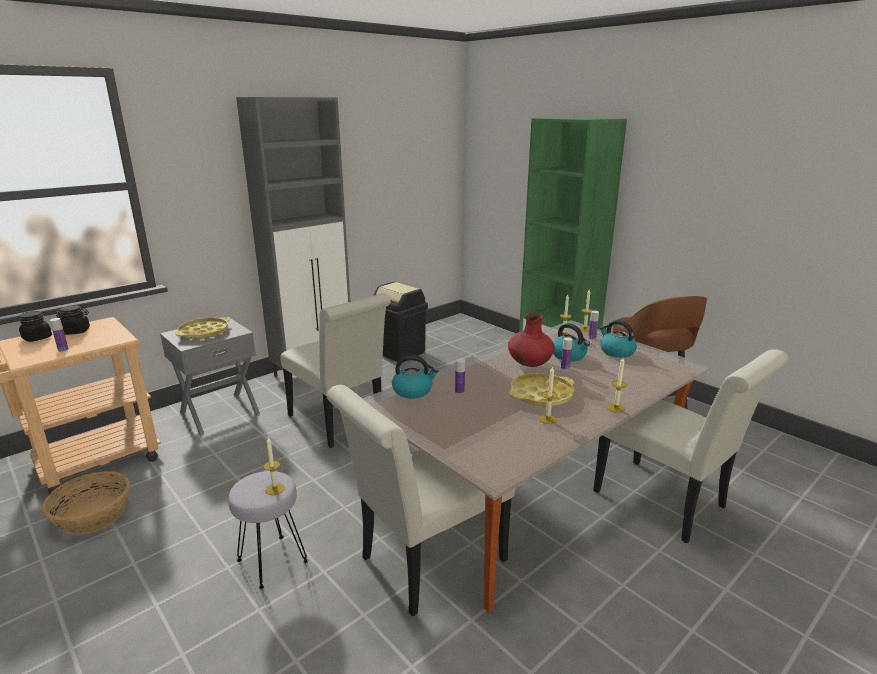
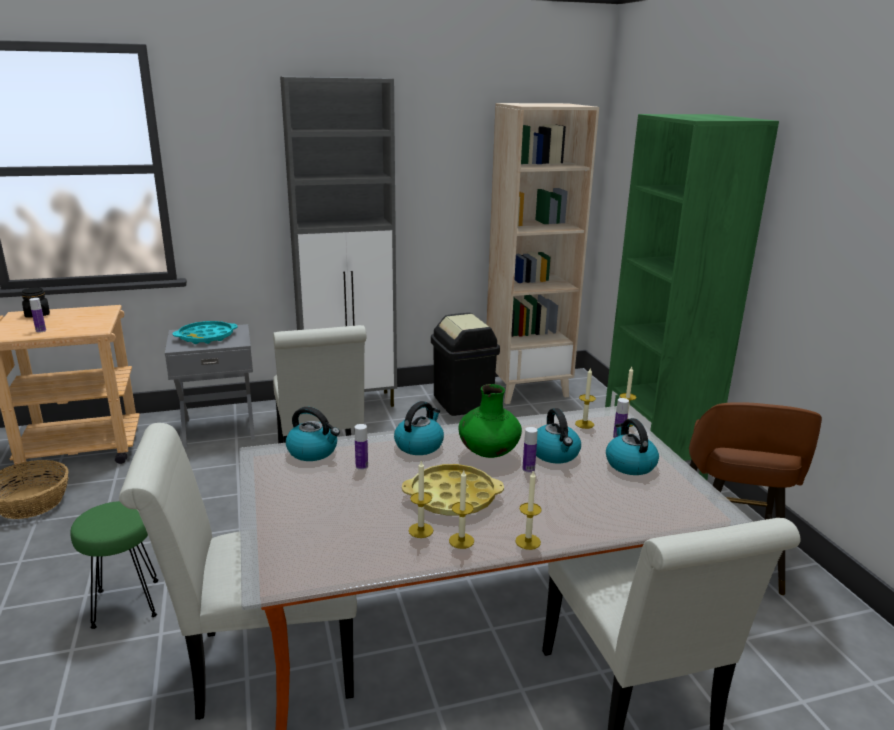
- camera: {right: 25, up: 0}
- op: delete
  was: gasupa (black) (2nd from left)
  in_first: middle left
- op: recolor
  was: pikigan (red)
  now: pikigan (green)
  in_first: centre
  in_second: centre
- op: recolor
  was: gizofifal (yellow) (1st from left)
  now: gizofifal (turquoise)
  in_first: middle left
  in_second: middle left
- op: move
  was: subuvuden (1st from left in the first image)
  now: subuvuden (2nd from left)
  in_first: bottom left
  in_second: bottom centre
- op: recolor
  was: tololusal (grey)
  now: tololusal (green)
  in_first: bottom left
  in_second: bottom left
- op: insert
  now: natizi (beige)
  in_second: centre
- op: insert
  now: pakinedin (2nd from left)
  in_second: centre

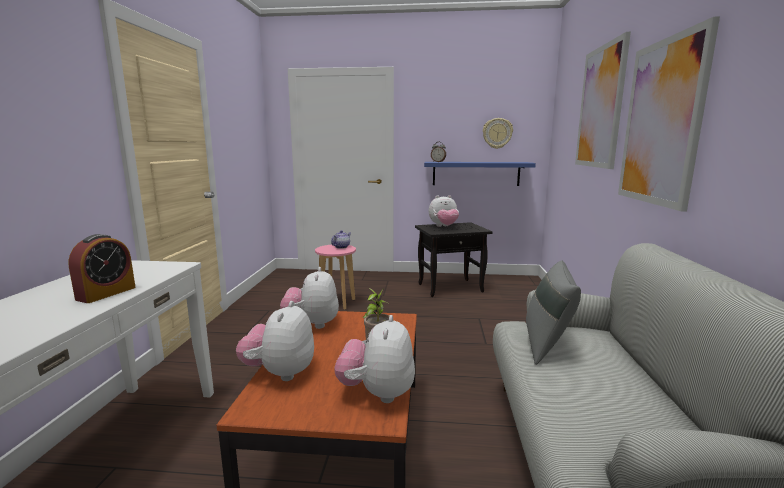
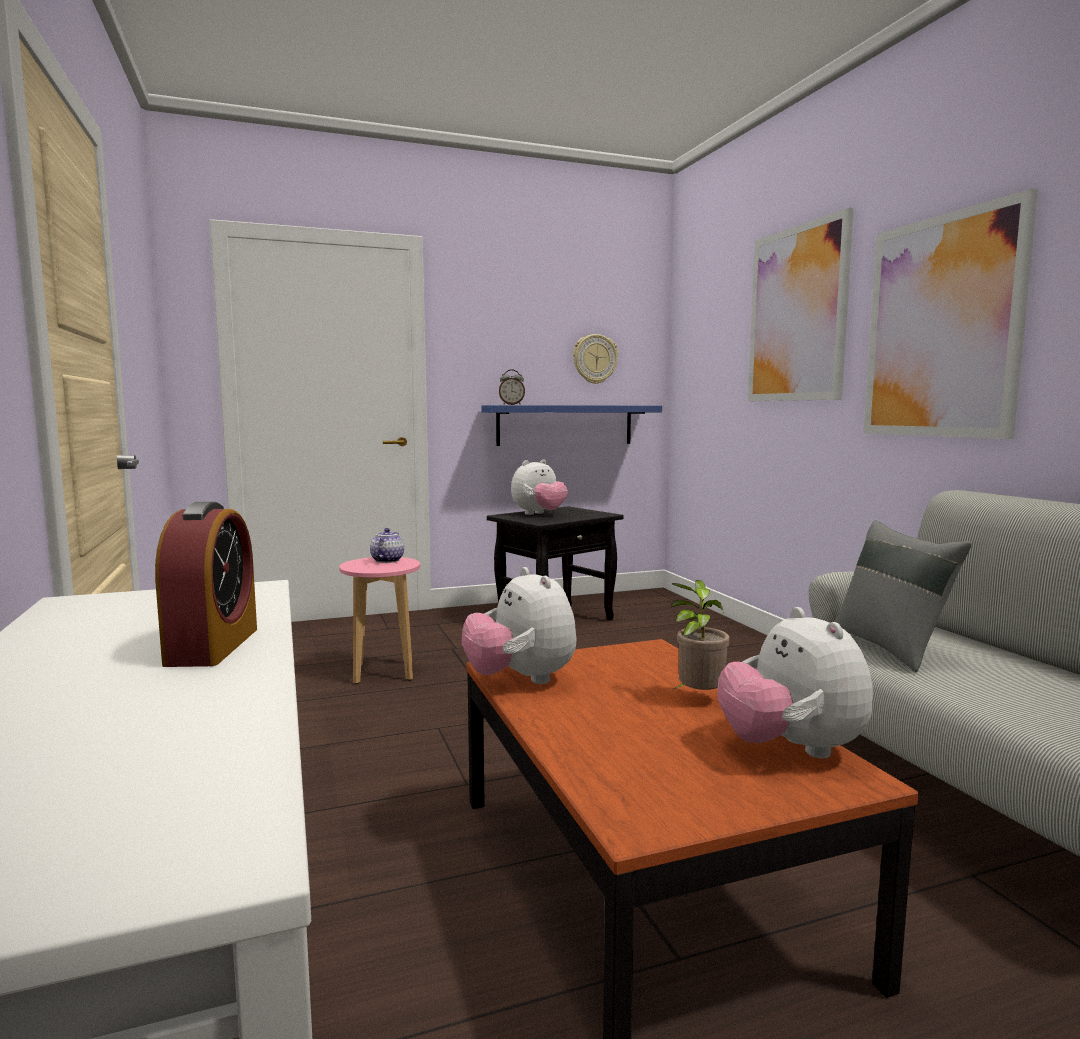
- camera: {right: -25, up: -5}
- op: delete
  was: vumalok (1st from left)
  in_first: bottom centre

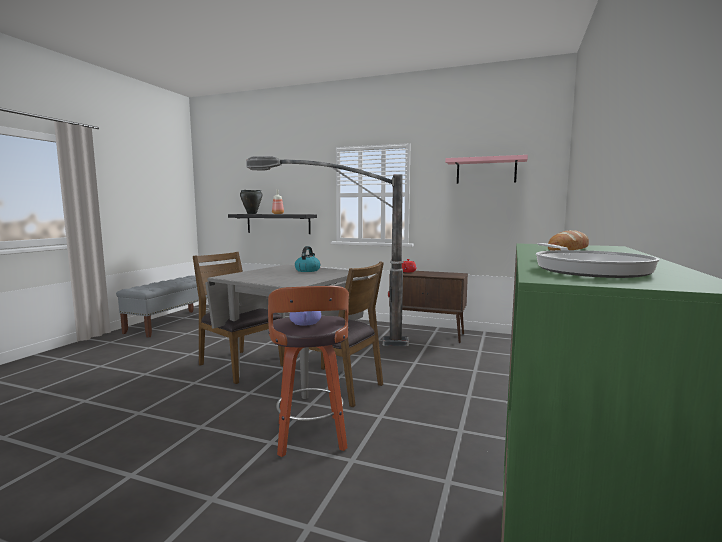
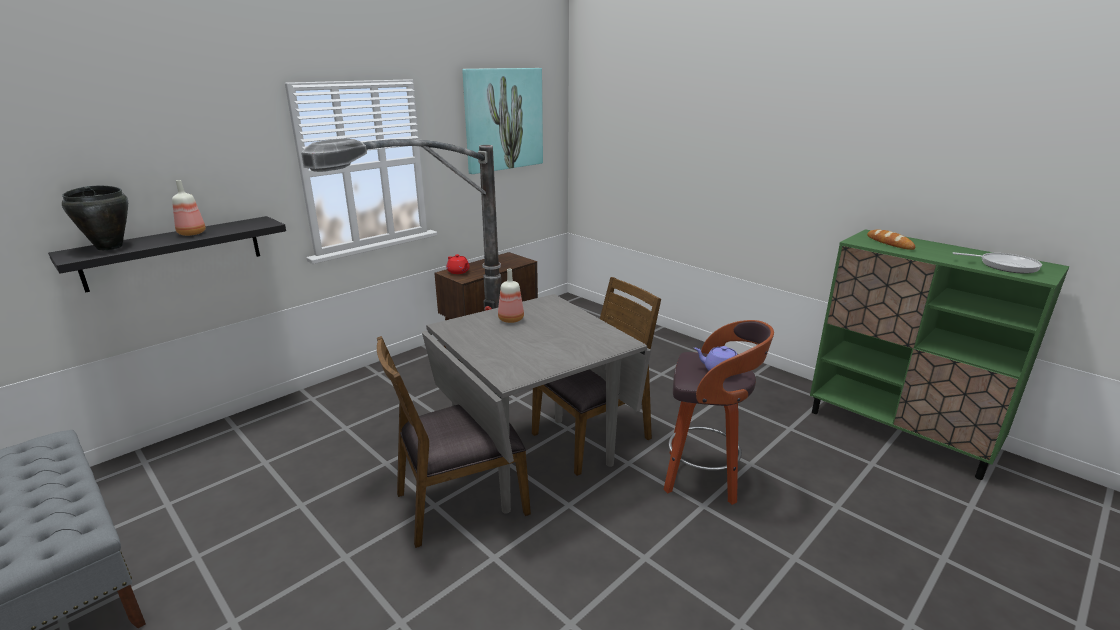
- camera: {right: -65, up: 15}
- op: replace
  was: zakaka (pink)
  now: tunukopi
  in_first: top right
  in_second: top centre
- op: replace
  was: pakinedin
  now: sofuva (2nd from left)
  in_first: centre
  in_second: centre

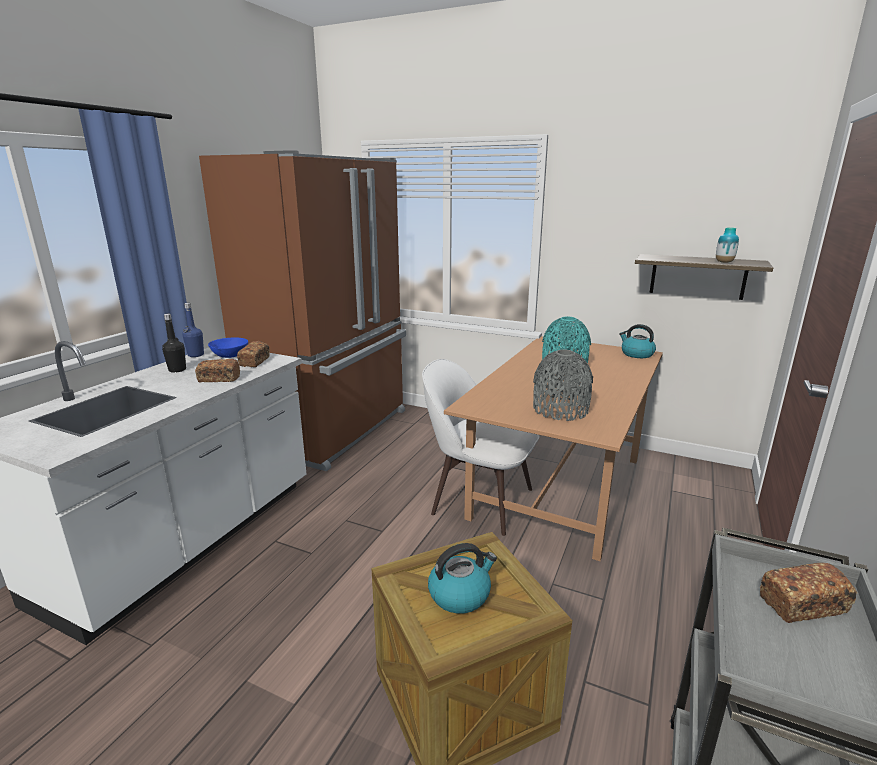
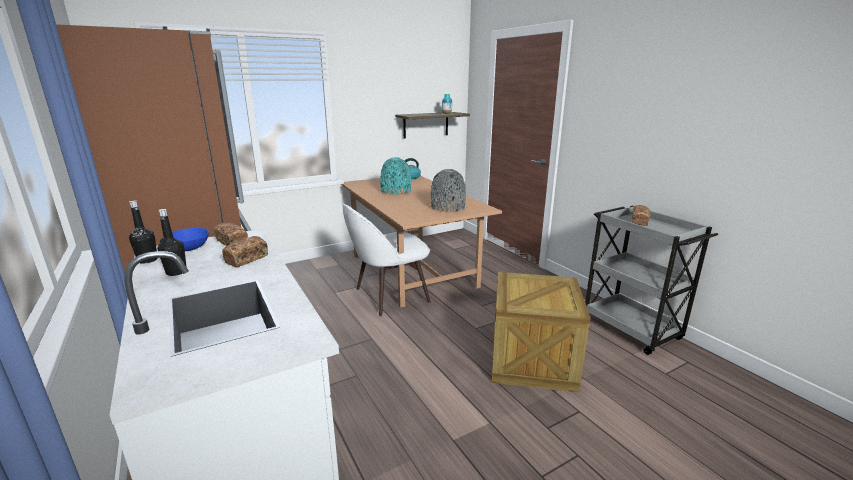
- camera: {right: -55, up: 0}
- op: recolor
  was: sofuva (blue)
  now: sofuva (black) (1st from left)
  in_first: middle left
  in_second: middle left
- op: delete
  was: pakinedin (1st from left)
  in_first: bottom centre

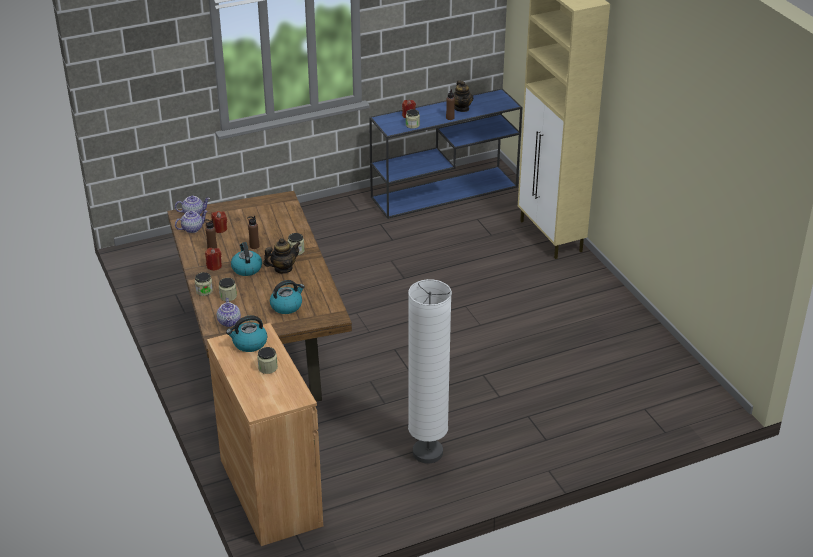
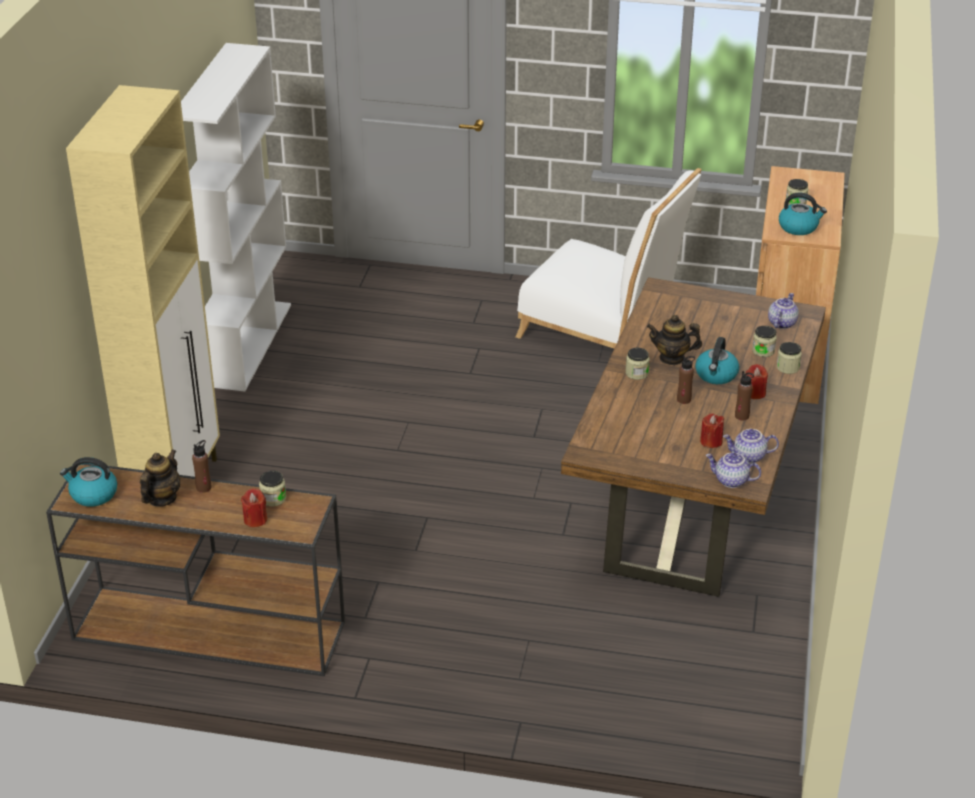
- camera: {right: -145, up: 0}
- op: recolor
  was: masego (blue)
  now: masego (brown)
  in_first: top centre
  in_second: bottom left
- op: replace
  was: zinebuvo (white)
  now: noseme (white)
  in_first: centre
  in_second: top centre
- op: move
  was: pakinedin (3rd from left in the first image)
  now: pakinedin (1st from left)
  in_first: centre
  in_second: middle left
- op: insert
  now: natizi (white)
  in_second: top left

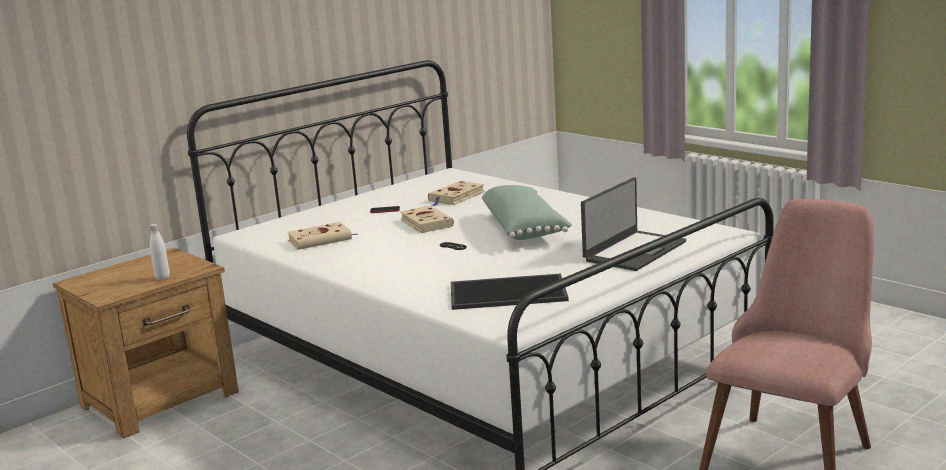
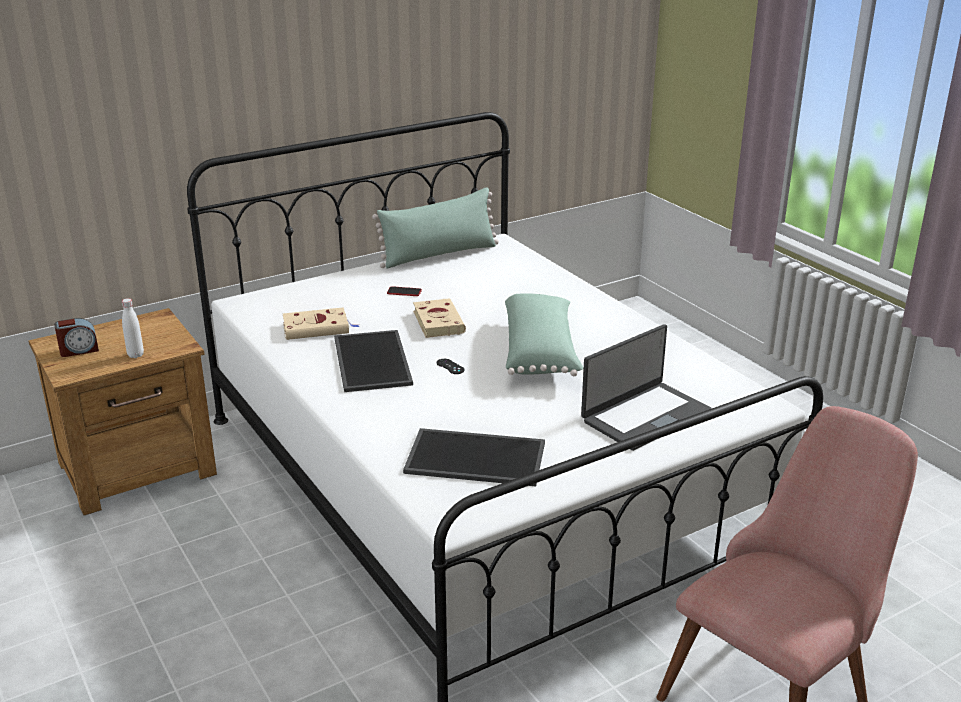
- camera: {right: 10, up: 10}
- op: delete
  was: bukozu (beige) (3rd from left)
  in_first: centre
- op: insert
  now: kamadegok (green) (1st from left)
  in_second: top centre
- op: insert
  now: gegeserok
  in_second: middle left
- op: insert
  now: gizofifal (1st from left)
  in_second: centre

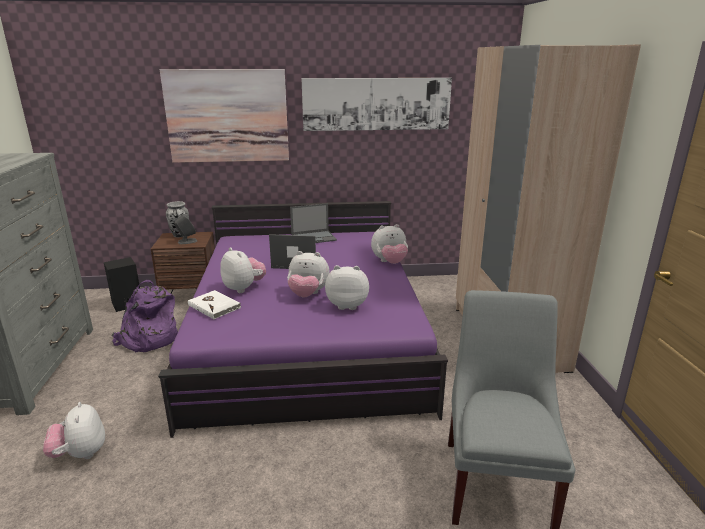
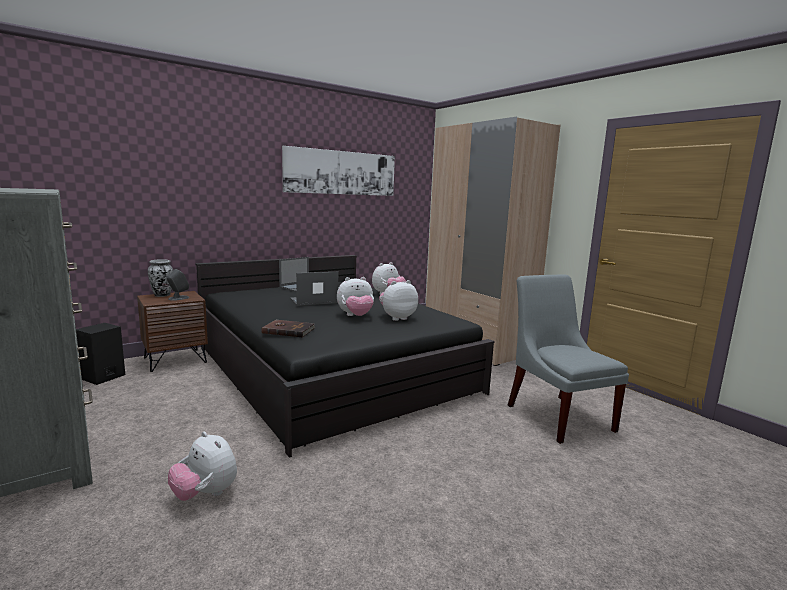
- camera: {right: -30, up: -10}
- op: delete
  was: tunukopi (1st from left)
  in_first: top left
- op: recolor
  was: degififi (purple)
  now: degififi (black)
  in_first: centre
  in_second: centre
- op: delete
  was: vumalok (2nd from left)
  in_first: centre
- op: delete
  was: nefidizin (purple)
  in_first: middle left
- op: recolor
  was: bukozu (white)
  now: bukozu (brown)
  in_first: middle left
  in_second: centre

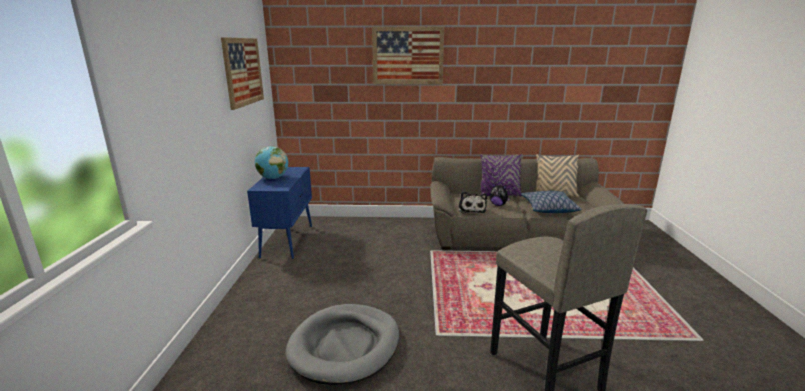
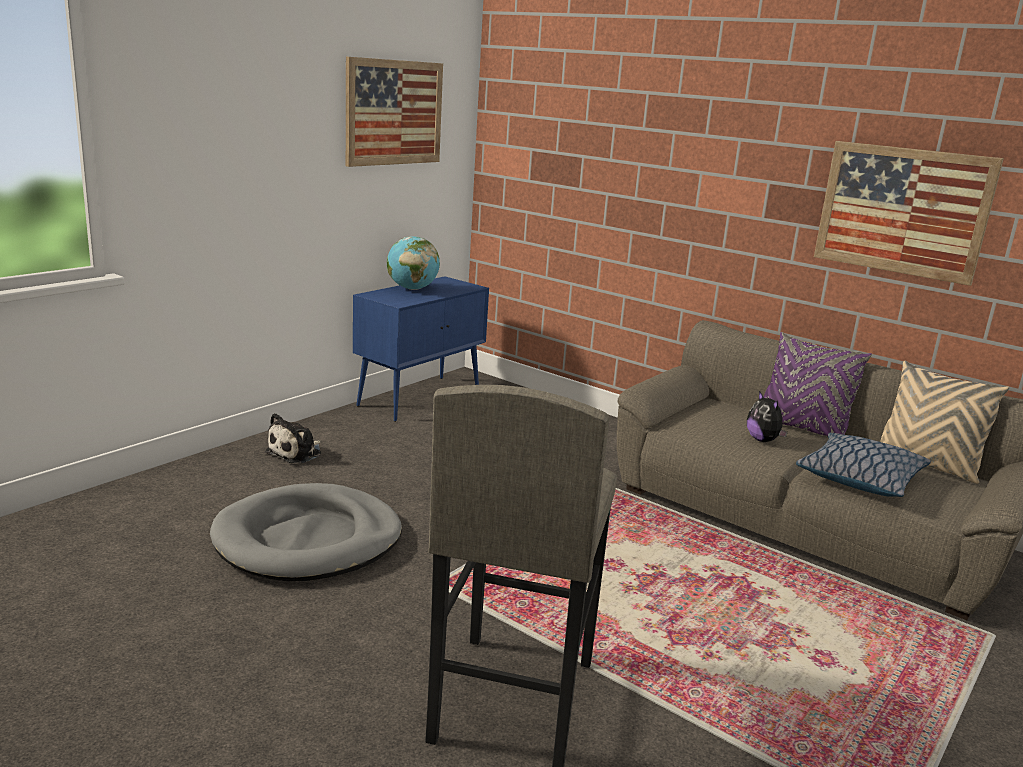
- camera: {right: 35, up: 0}
- op: move
  was: tunukopi (2nd from left)
  in_first: top centre
  in_second: top right
- op: move
  was: vumalok (1st from left)
  in_first: centre
  in_second: middle left

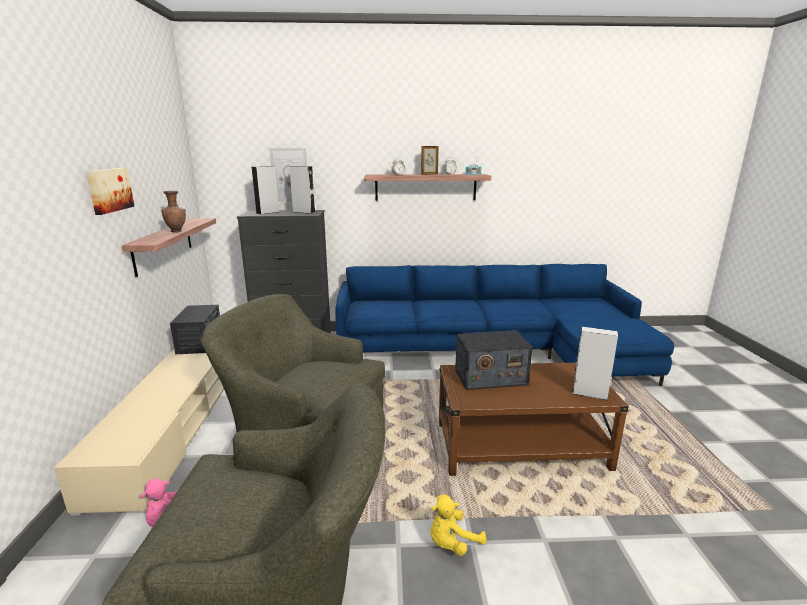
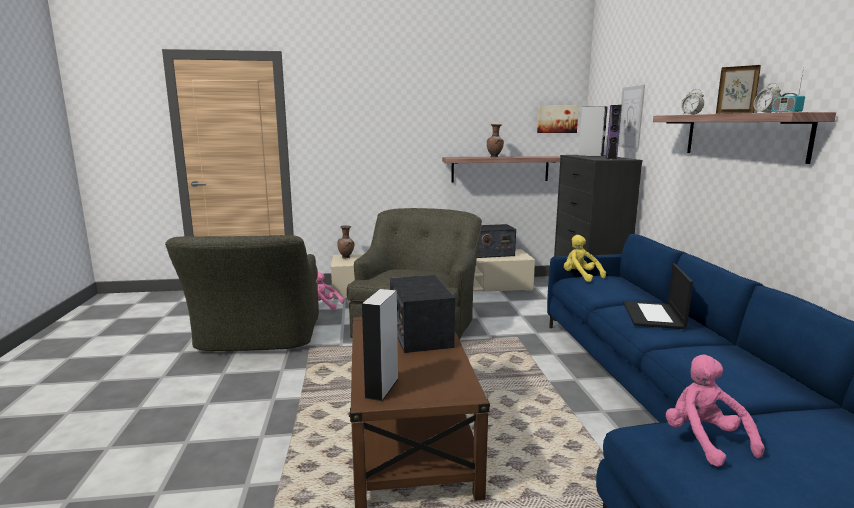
- camera: {right: 85, up: -5}
- op: recolor
  was: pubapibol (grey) (2nd from left)
  now: pubapibol (purple)
  in_first: top centre
  in_second: top right
- op: move
  was: tunukopi (1st from left)
  in_first: top left
  in_second: top centre
- op: move
  was: vumalok (yellow)
  in_first: bottom centre
  in_second: middle right
- op: insert
  now: pikigan (brown) (1st from left)
  in_second: centre
- op: insert
  now: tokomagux
  in_second: middle right
- op: insert
  now: vumalok (pink) (2nd from left)
  in_second: bottom right

